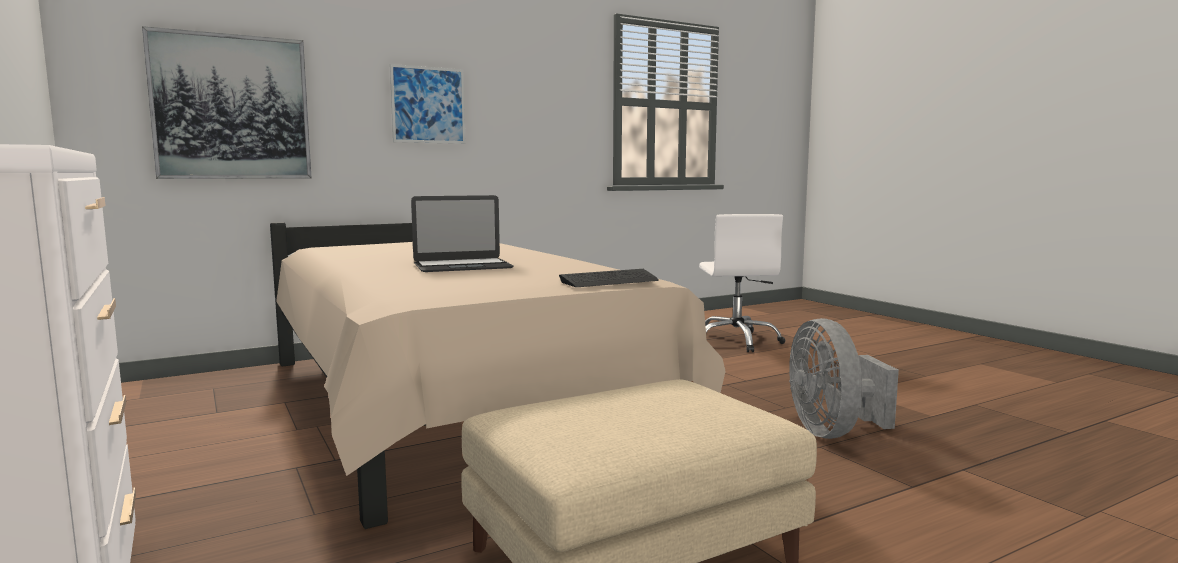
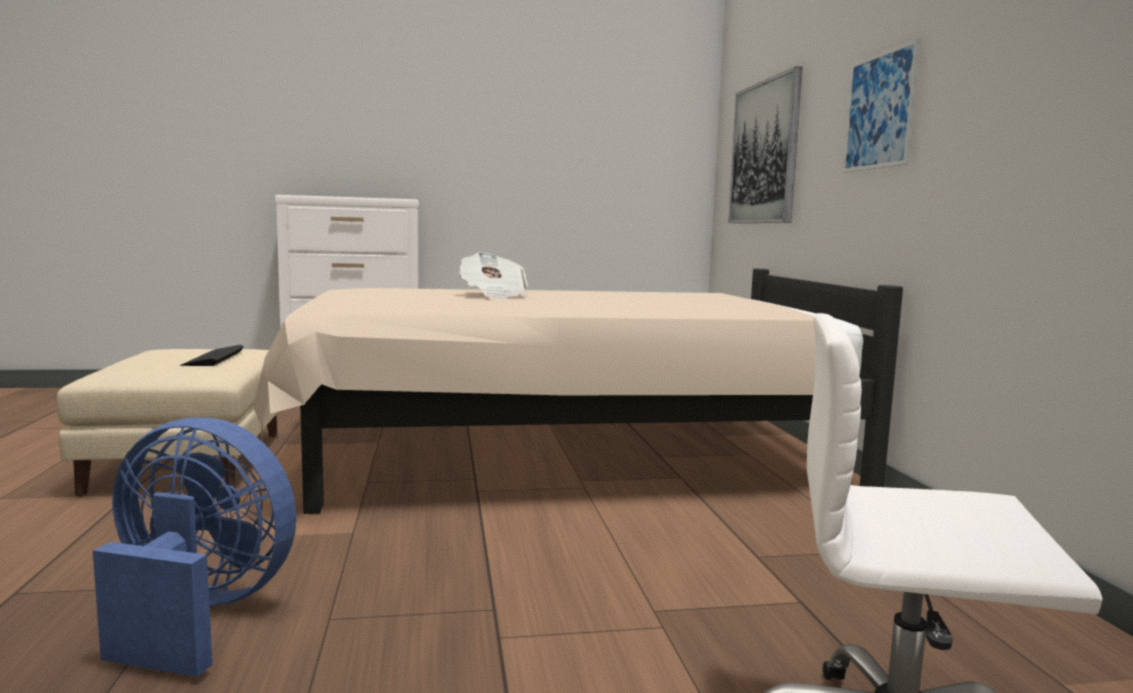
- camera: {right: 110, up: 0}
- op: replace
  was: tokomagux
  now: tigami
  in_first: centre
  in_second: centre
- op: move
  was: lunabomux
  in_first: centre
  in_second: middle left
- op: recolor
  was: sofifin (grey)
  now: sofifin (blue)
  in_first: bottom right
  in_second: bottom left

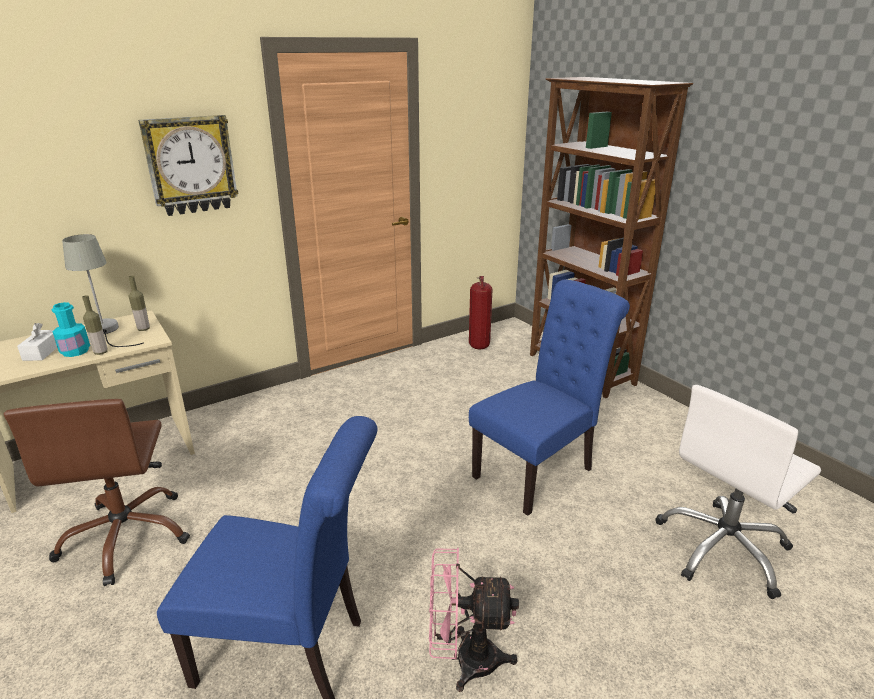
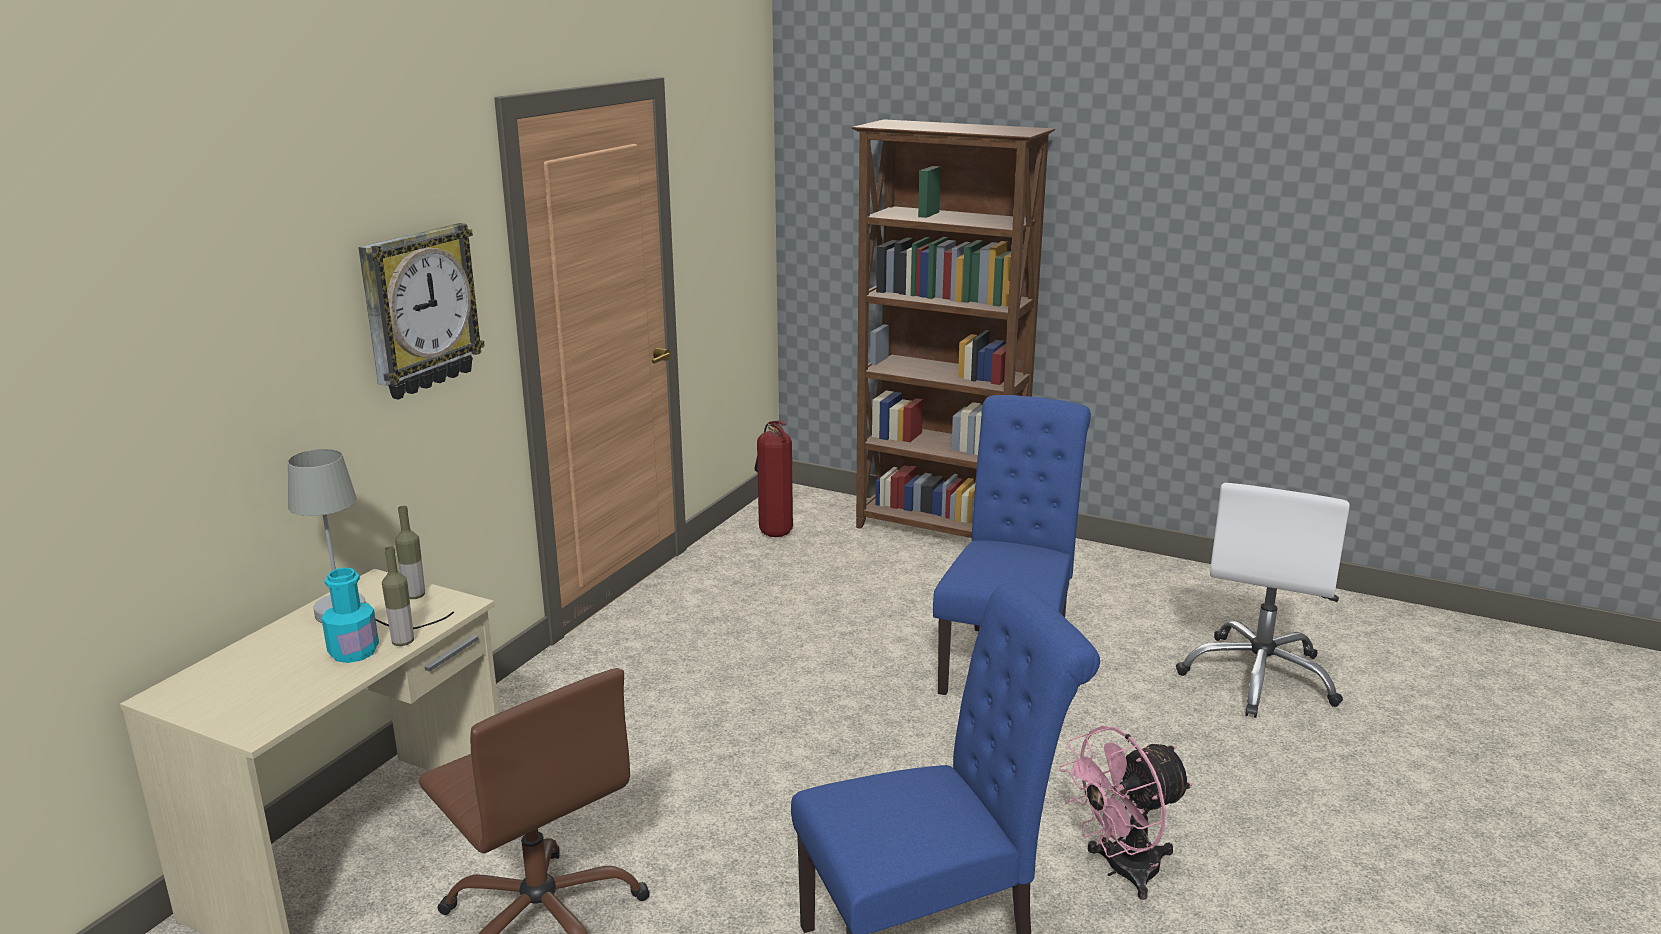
- camera: {right: -30, up: -5}
- op: delete
  was: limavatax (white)
  in_first: middle left

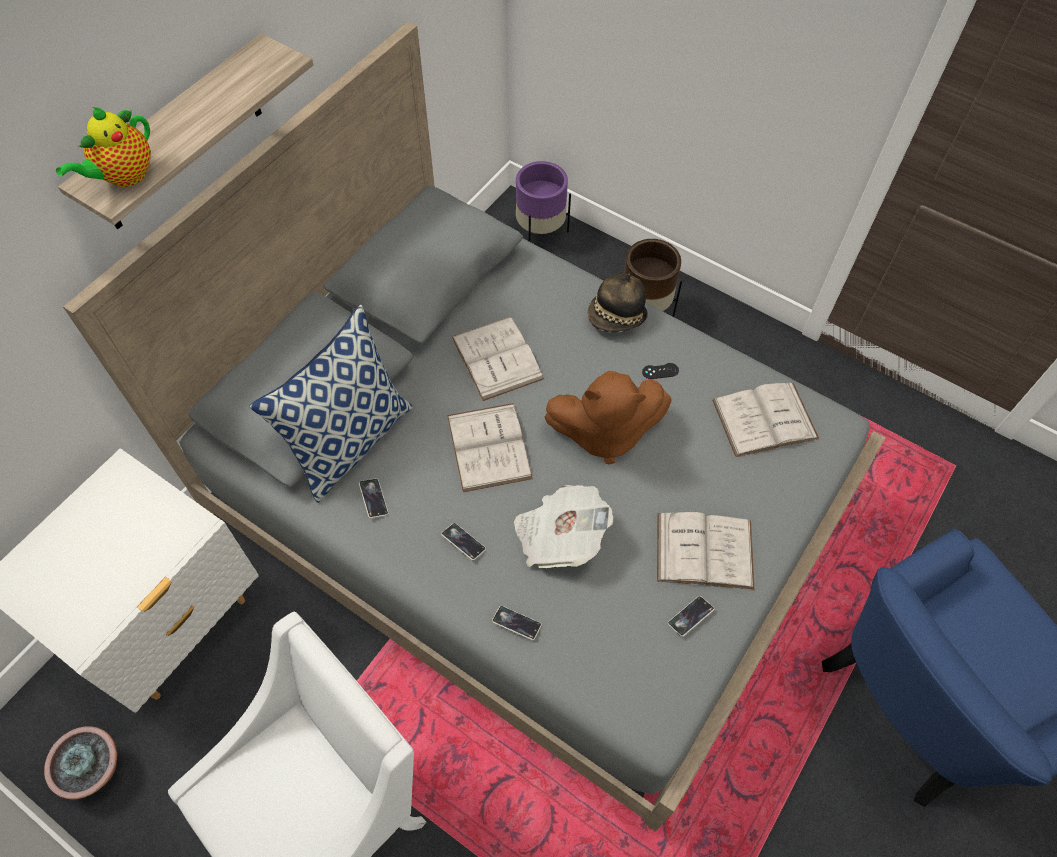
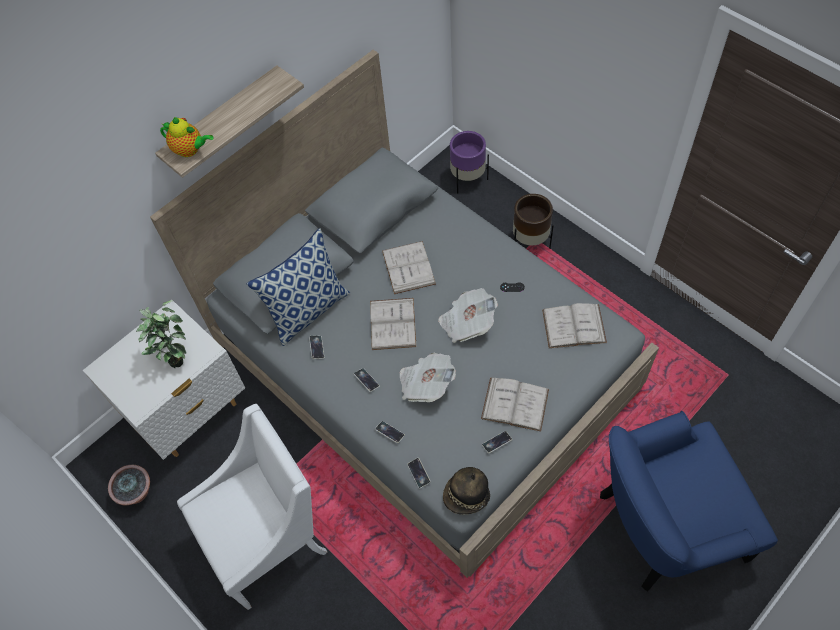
- camera: {right: 15, up: 0}
- op: rotate
  was: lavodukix
  in_first: top left
  in_second: top left
  clockwise: -120
- op: move
  was: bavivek
  in_first: centre
  in_second: bottom centre
- op: replace
  was: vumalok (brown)
  now: tigami (2nd from left)
  in_first: centre
  in_second: centre
- op: insert
  now: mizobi (2nd from left)
  in_second: middle left
- op: insert
  now: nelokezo (4th from left)
  in_second: bottom centre

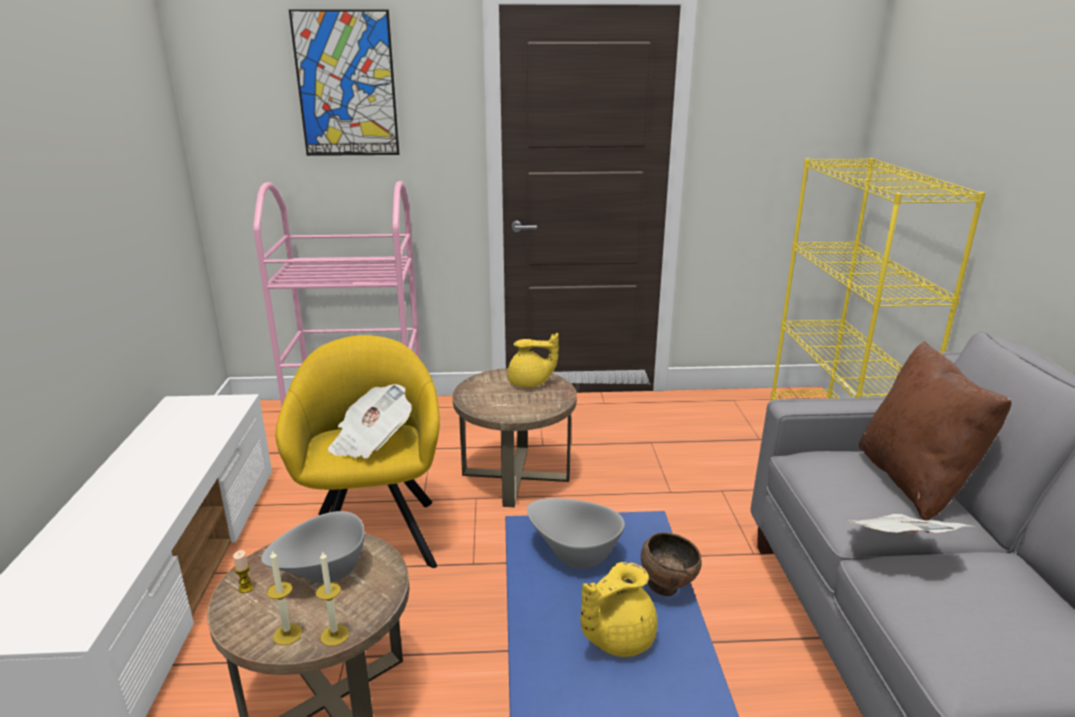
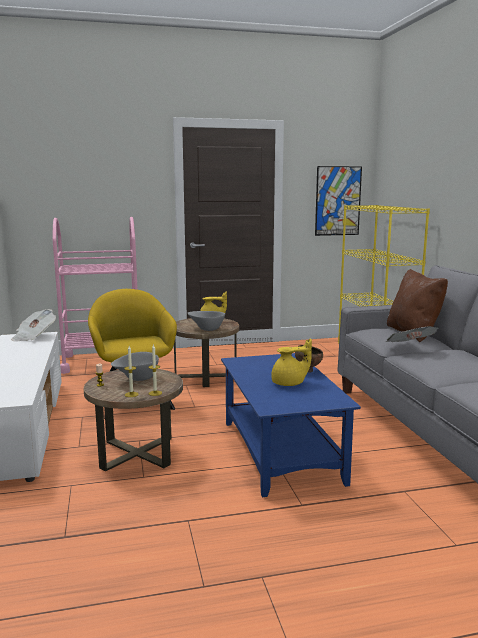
- camera: {right: -10, up: -10}
- op: move
  was: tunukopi
  in_first: top left
  in_second: top right
- op: move
  was: tigami (1st from left)
  in_first: centre
  in_second: middle left
- op: move
  was: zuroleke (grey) (2nd from left)
  in_first: bottom centre
  in_second: centre
- op: rotate
  was: lavodukix (yellow) (2nd from left)
  in_first: bottom centre
  in_second: centre
  clockwise: -150

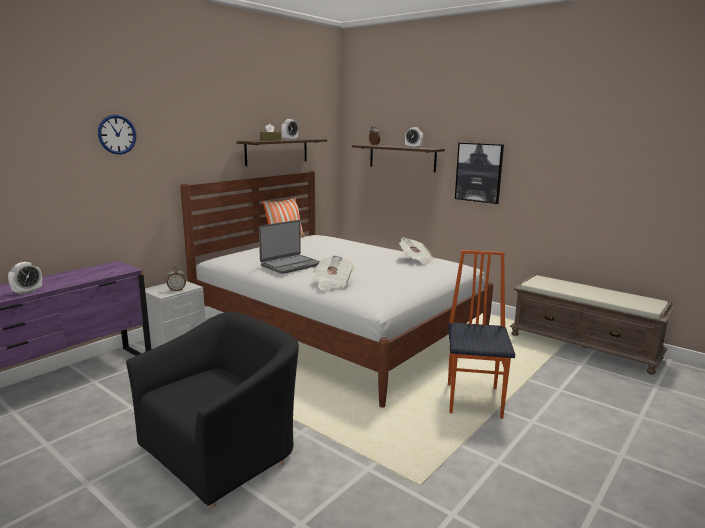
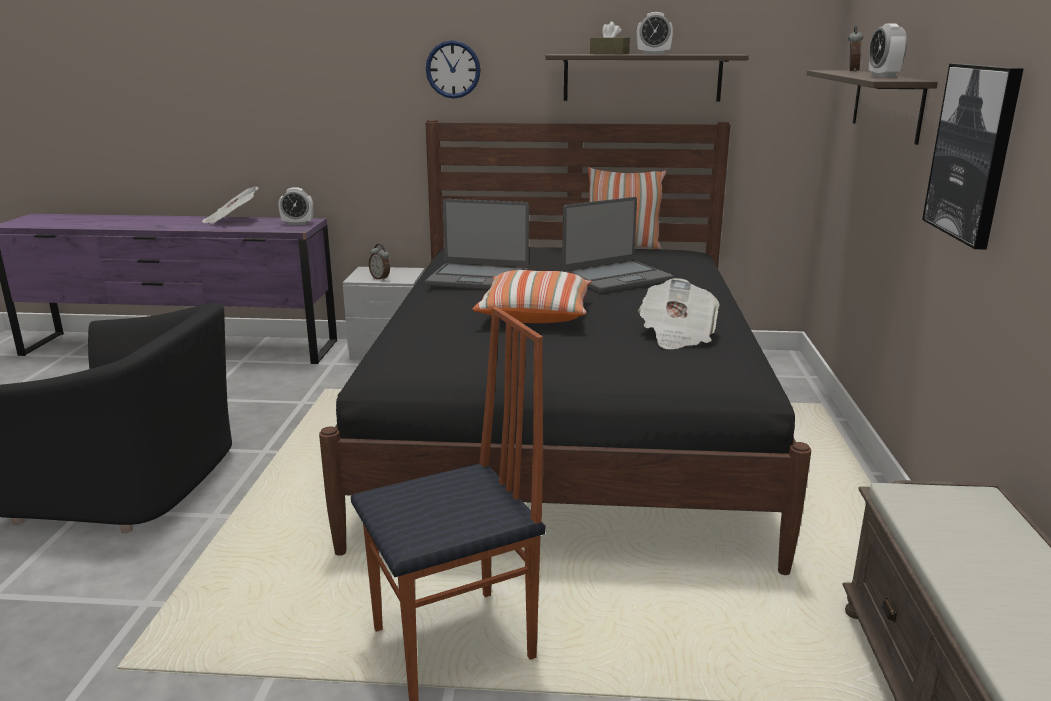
- camera: {right: 55, up: 5}
- op: move
  was: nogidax
  in_first: top left
  in_second: top centre
- op: recolor
  was: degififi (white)
  now: degififi (black)
  in_first: centre
  in_second: centre
- op: move
  was: tigami (1st from left)
  in_first: centre
  in_second: top left
- op: move
  was: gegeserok (1st from left)
  in_first: middle left
  in_second: top left
- op: insert
  now: tokomagux (2nd from left)
  in_second: centre
- op: insert
  now: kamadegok (1st from left)
  in_second: centre

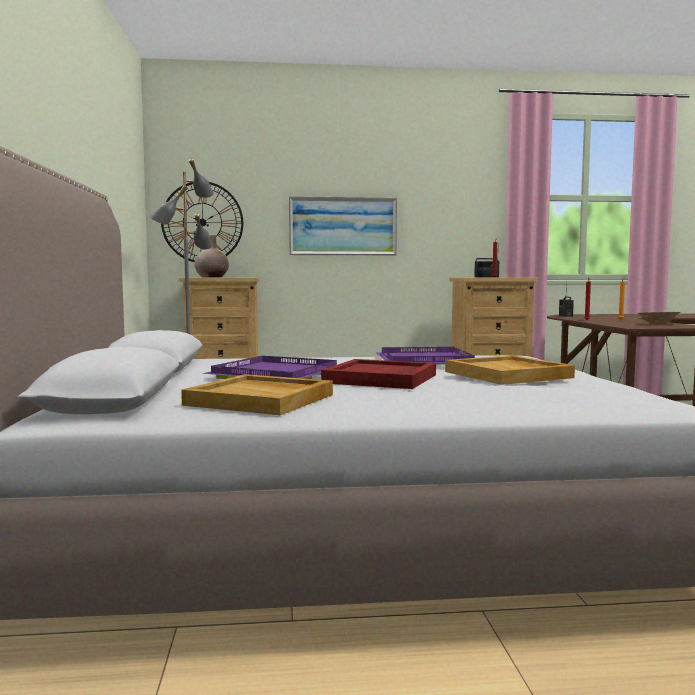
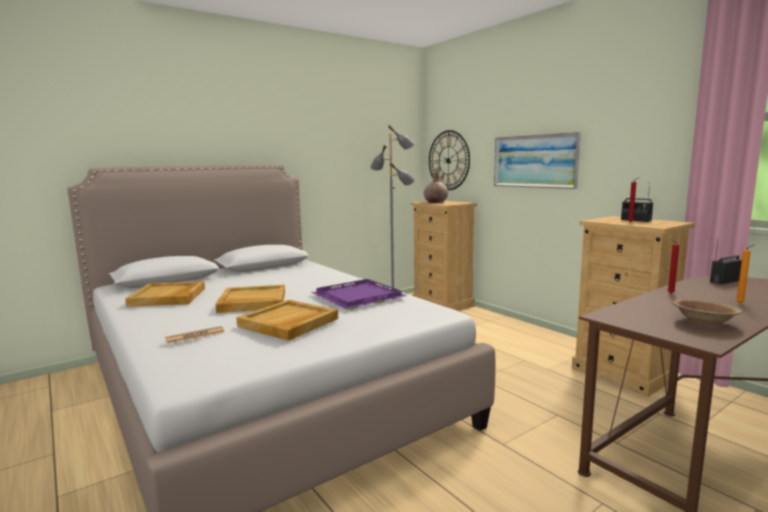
- camera: {right: 60, up: 5}
- op: delete
  was: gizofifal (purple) (1st from left)
  in_first: centre
- op: recolor
  was: gizofifal (red)
  now: gizofifal (beige) (2nd from left)
  in_first: centre
  in_second: middle left
- op: insert
  now: tigami
  in_second: middle left

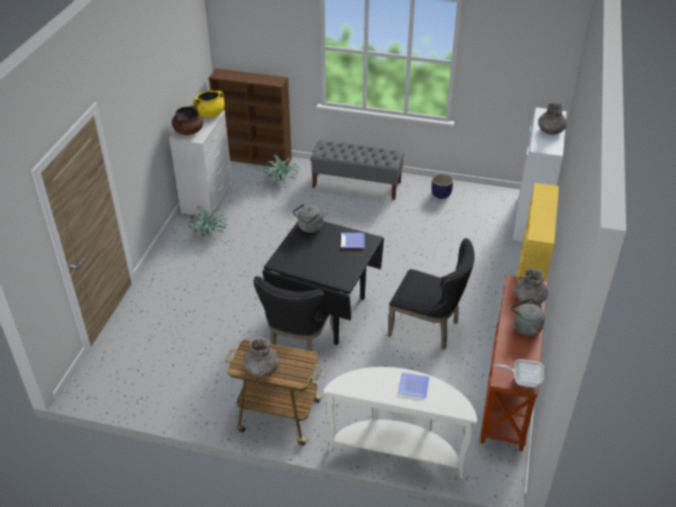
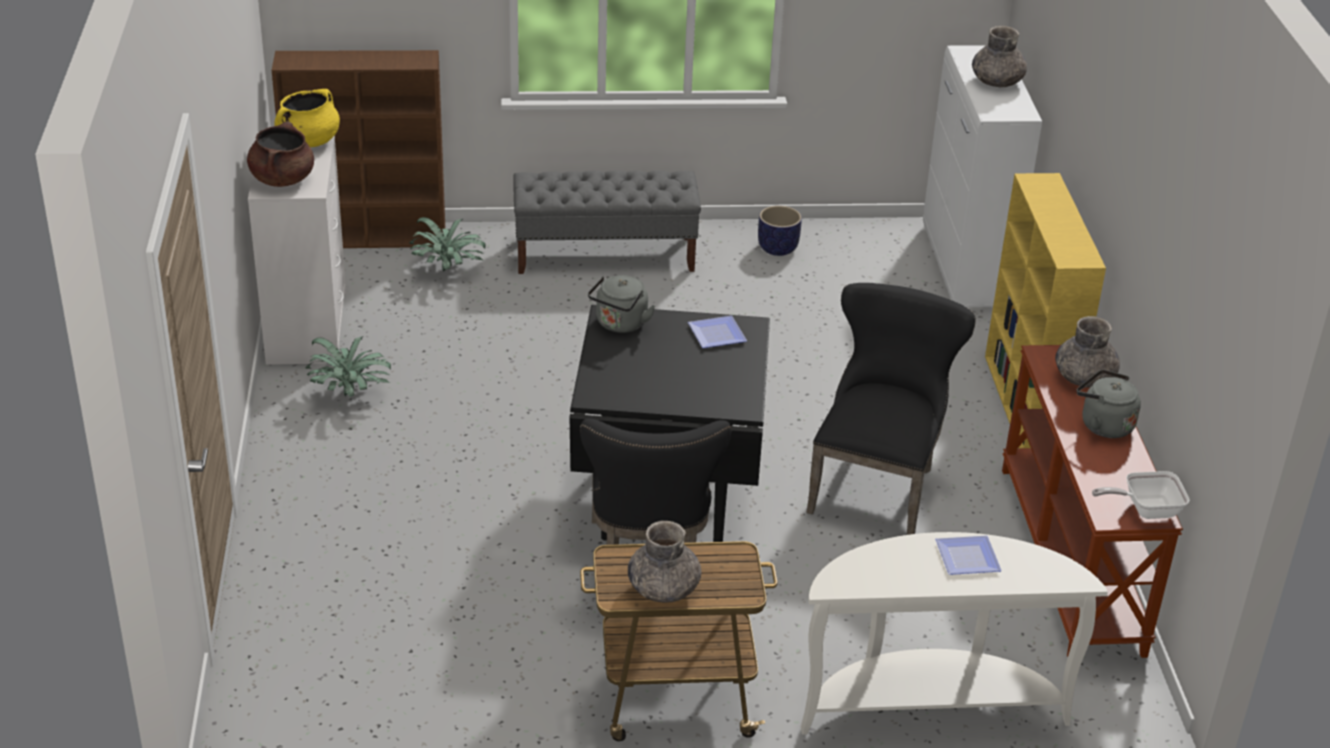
- camera: {right: -20, up: -5}
- op: rotate
  was: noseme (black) (2nd from left)
  in_first: centre
  in_second: middle right
  clockwise: -75

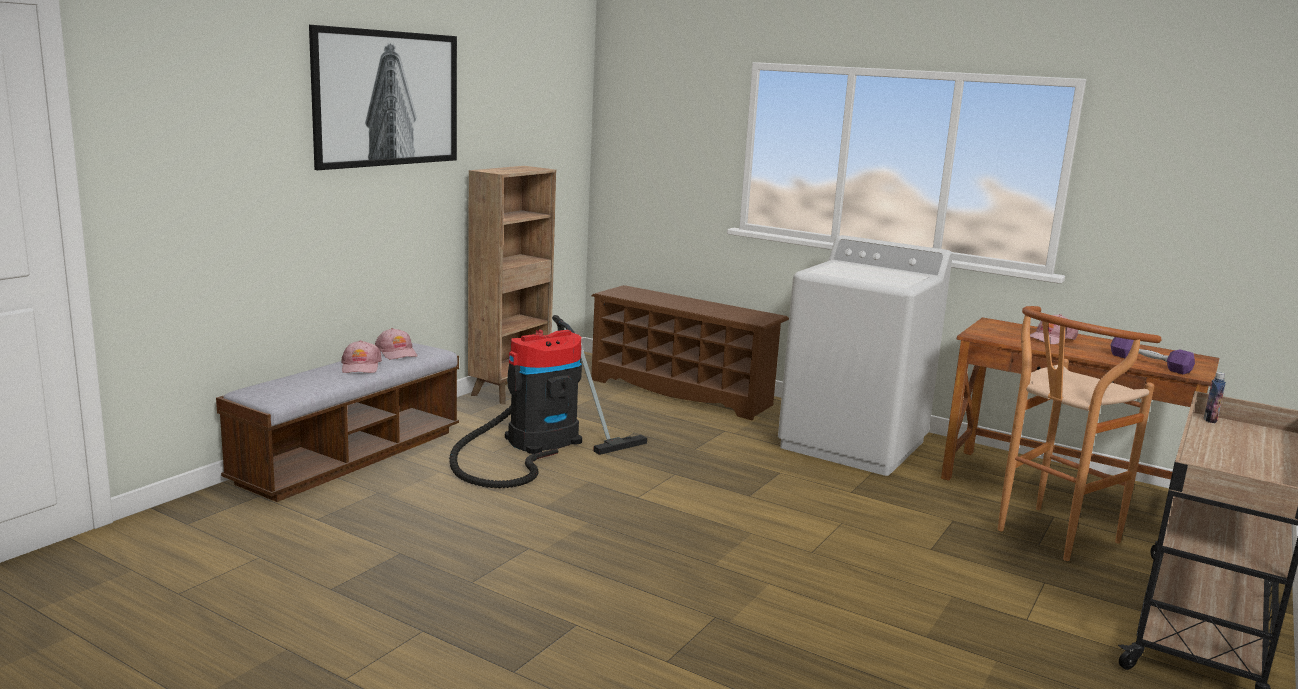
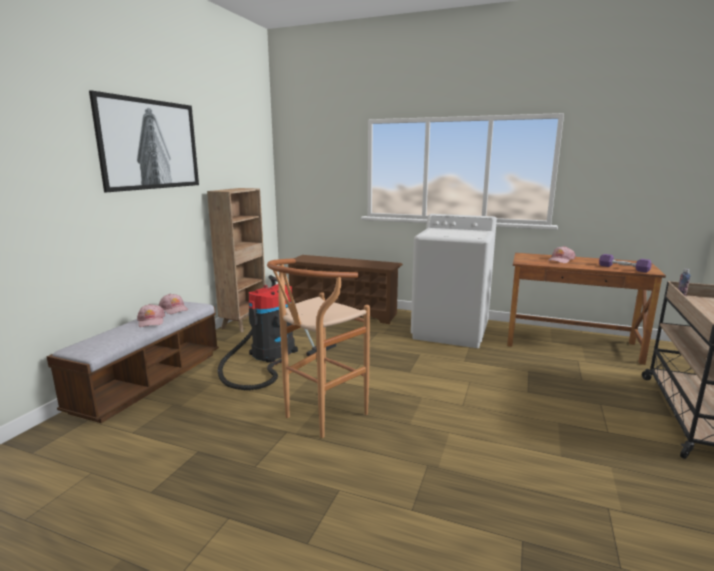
- camera: {right: -10, up: 0}
- op: move
  was: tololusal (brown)
  in_first: middle right
  in_second: centre

